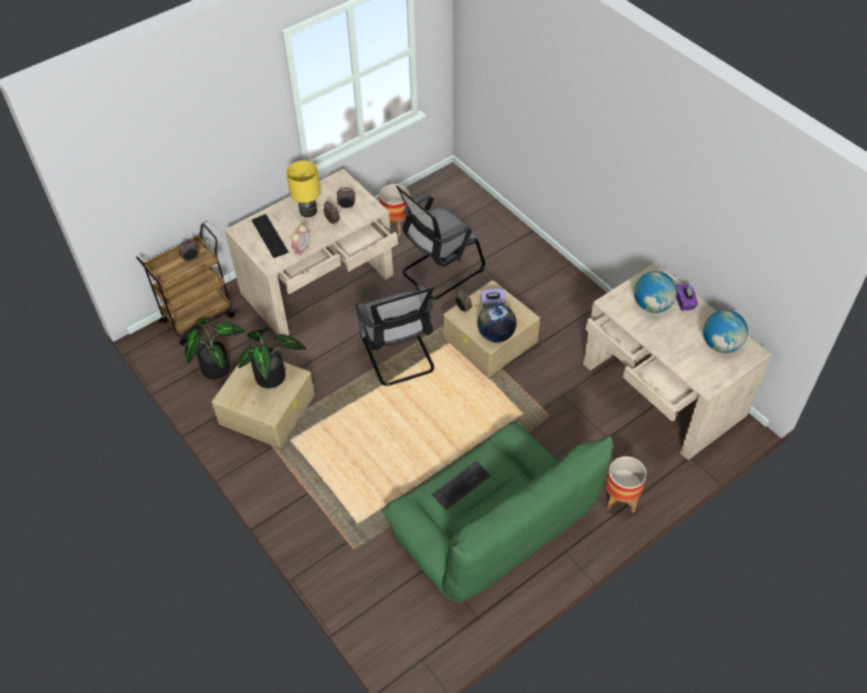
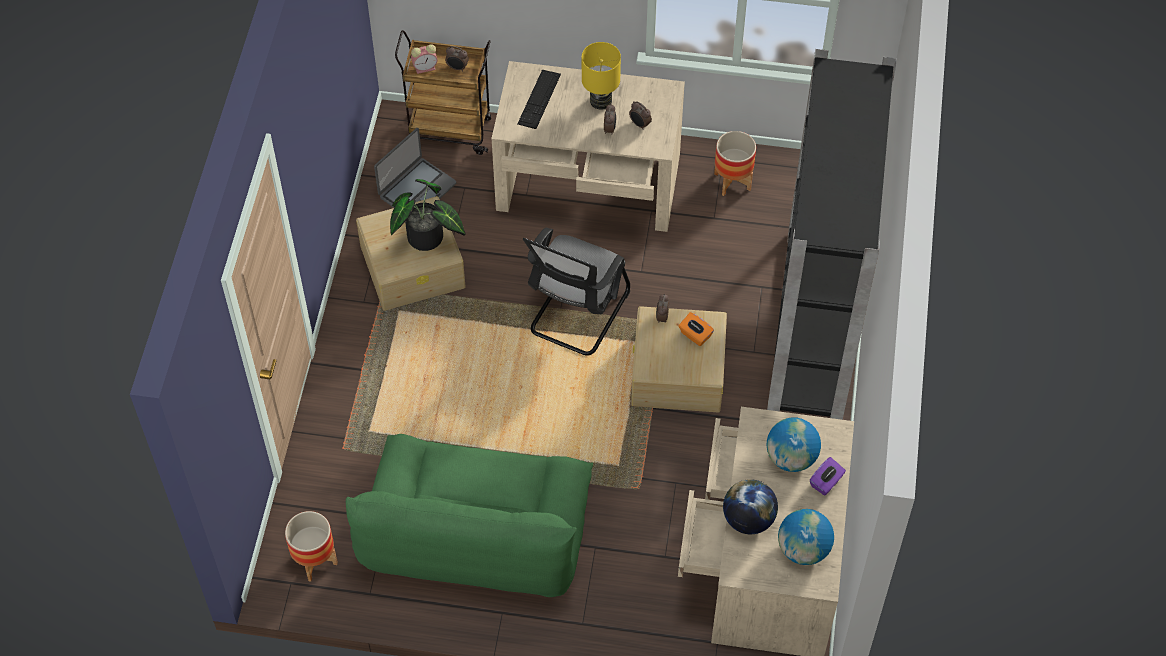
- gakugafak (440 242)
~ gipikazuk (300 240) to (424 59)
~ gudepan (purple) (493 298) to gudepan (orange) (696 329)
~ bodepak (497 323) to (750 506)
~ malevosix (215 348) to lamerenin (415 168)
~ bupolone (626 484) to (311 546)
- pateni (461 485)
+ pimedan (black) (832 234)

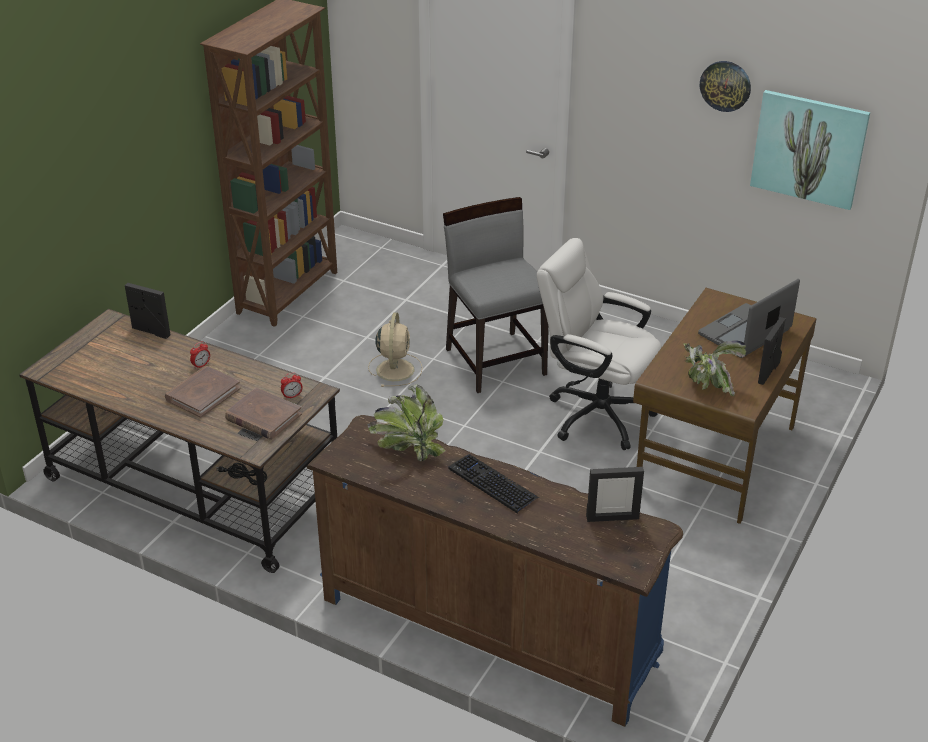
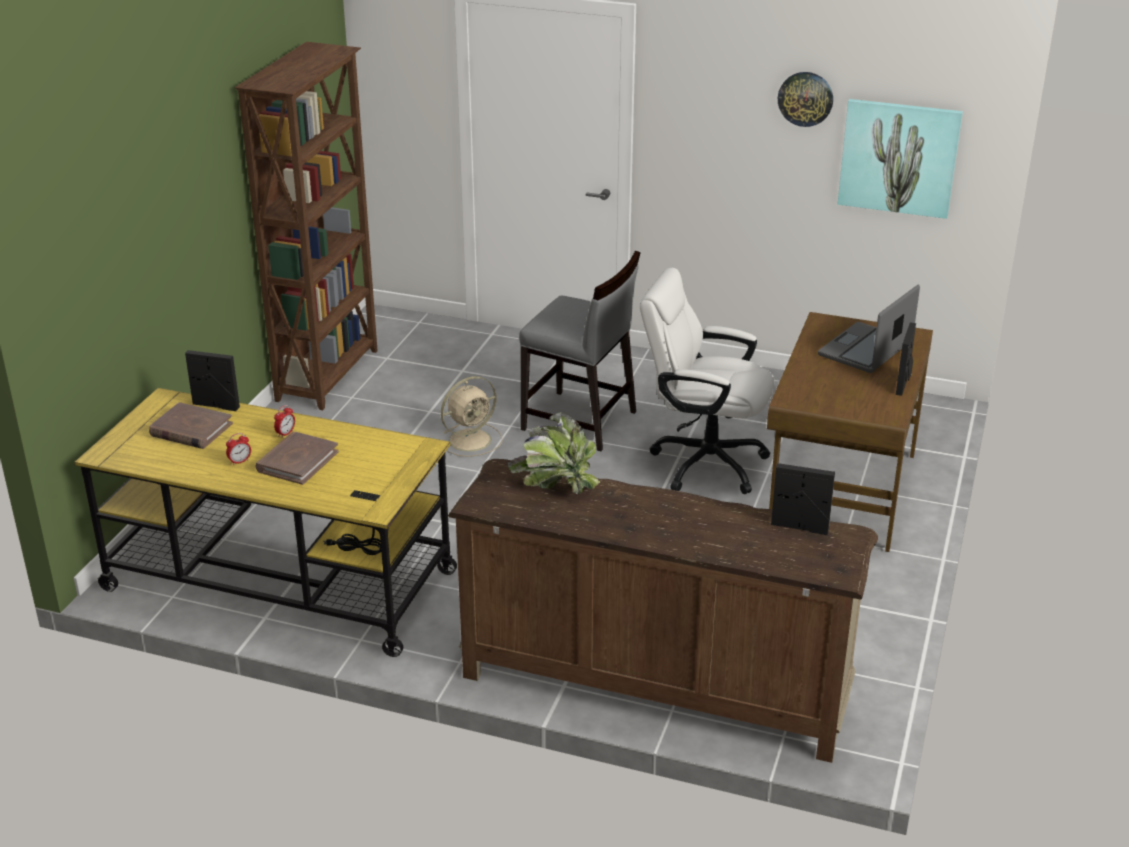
~ gakugafak (grey) (496 295) = (580 350) 150 degrees clockwise
~ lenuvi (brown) (179 441) to lenuvi (yellow) (265 522)
~ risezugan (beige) (395 349) = (472 416) 60 degrees clockwise
- malevosix (714 368)
~ gipikazuk (292 386) to (238 449)
~ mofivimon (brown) (263 414) to (191 425)
~ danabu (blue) (495 571) to danabu (beige) (663 611)
- pateni (494 484)
~ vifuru (615 494) = (803 499) 150 degrees counterclockwise

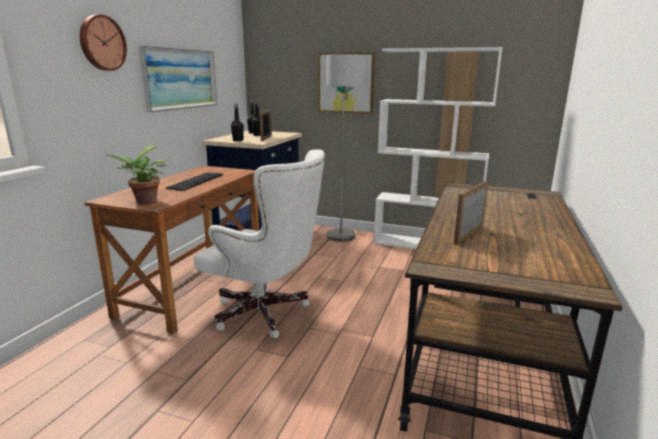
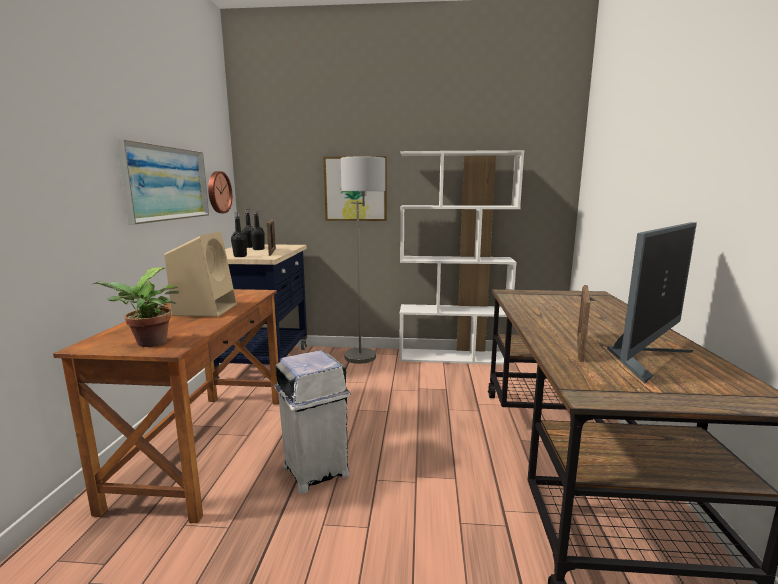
~ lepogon (103 42) to (220 192)
~ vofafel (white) (259 243) to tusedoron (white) (312 422)
~ pateni (194 181) to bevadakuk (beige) (200 274)
+ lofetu (652 303)

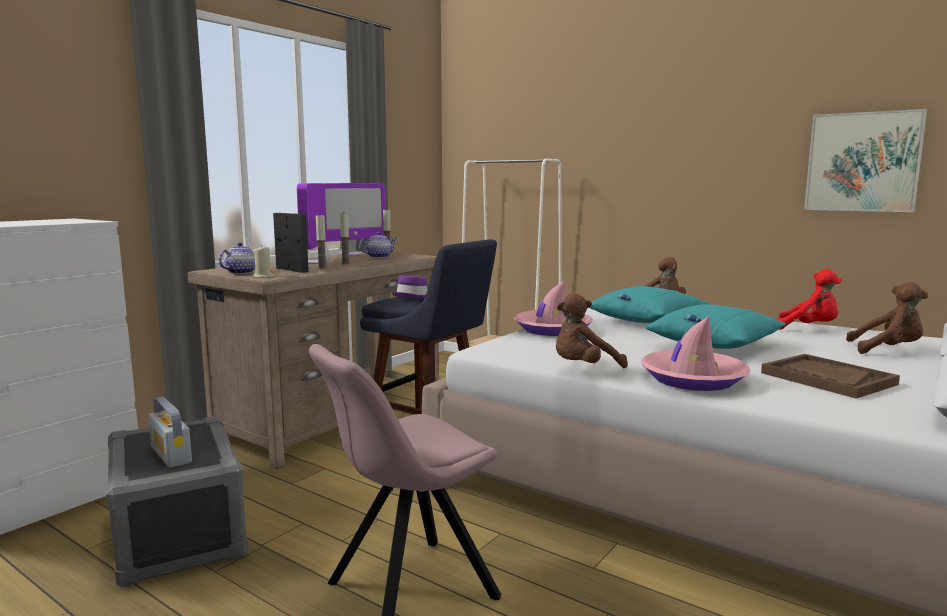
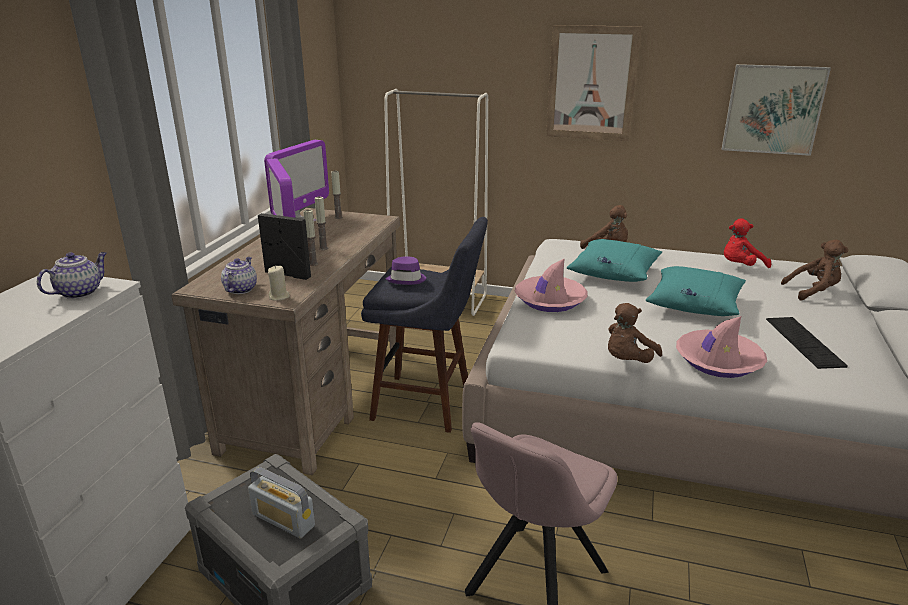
~ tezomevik (378 245) to (72 275)
~ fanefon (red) (809 299) = (747 243) 150 degrees clockwise
~ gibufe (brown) (830 376) to pateni (807 343)
+ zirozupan (593 83)

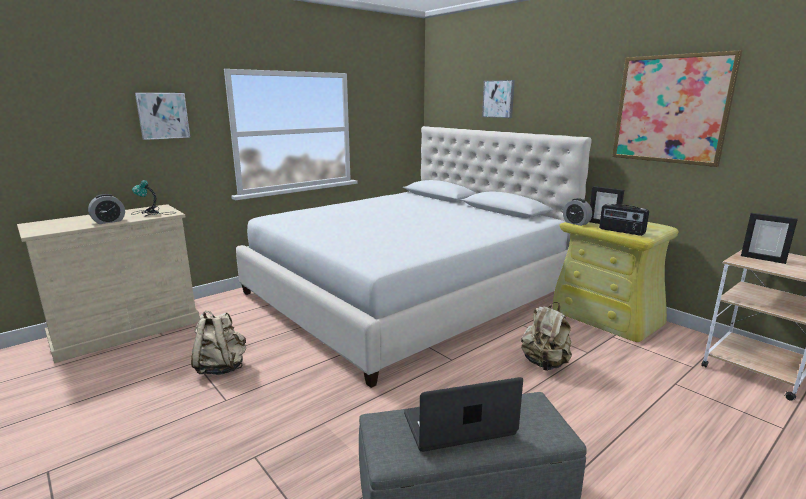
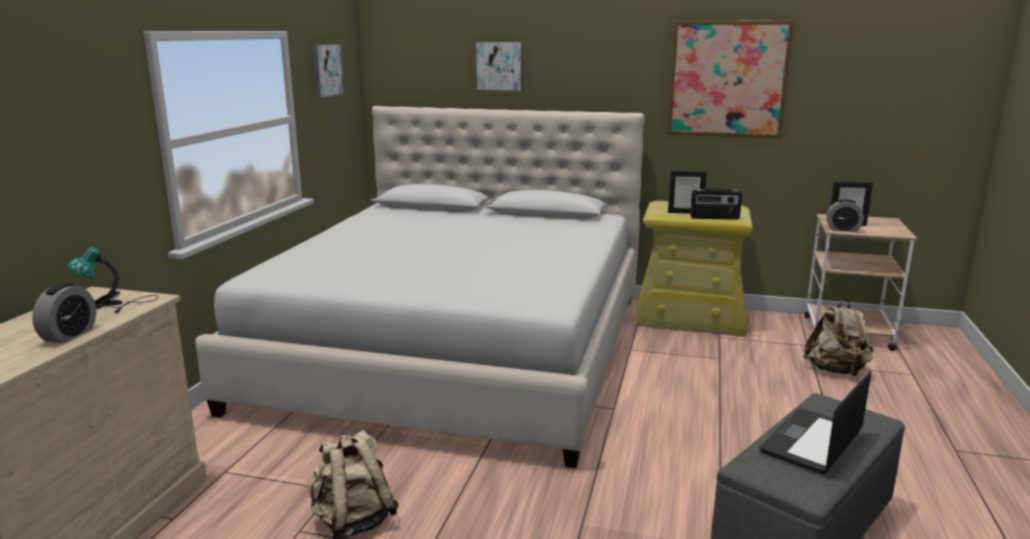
~ zirozupan (162 116) to (328 71)
~ gipikazuk (577 212) to (845 215)
~ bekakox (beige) (546 336) to (838 337)

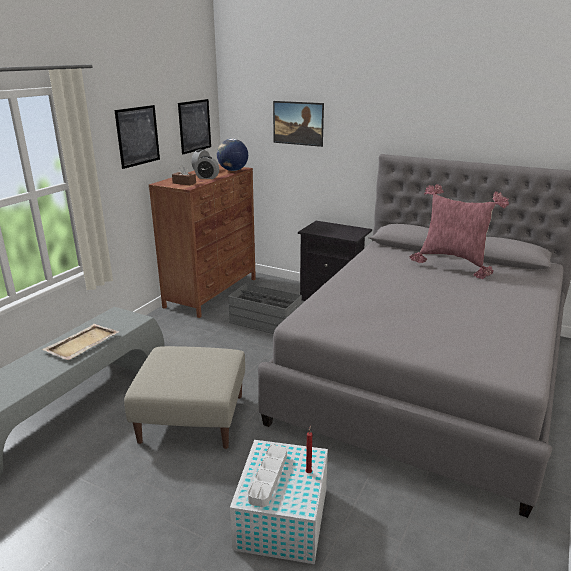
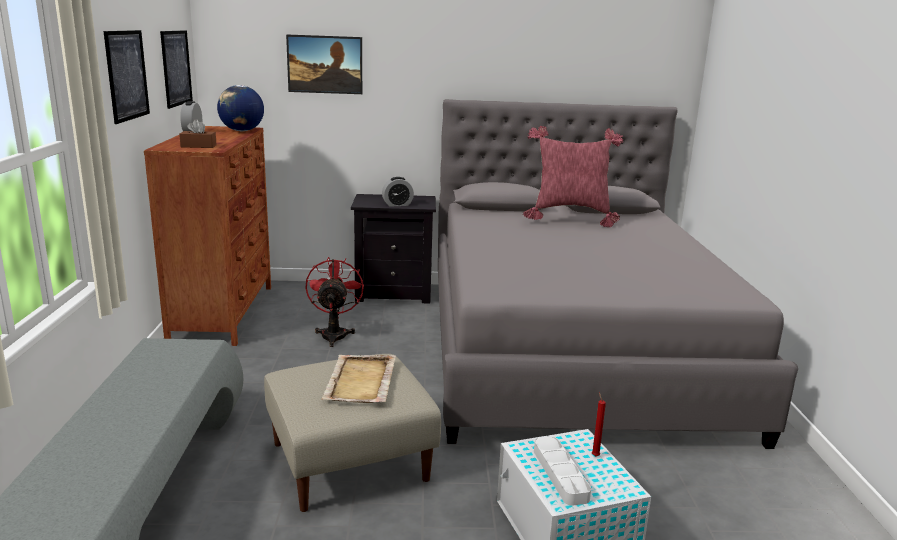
~ gipikazuk (206 167) to (398 192)
~ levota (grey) (265 308) to risezugan (red) (334 302)
~ gibufe (beige) (80 342) to (358 379)

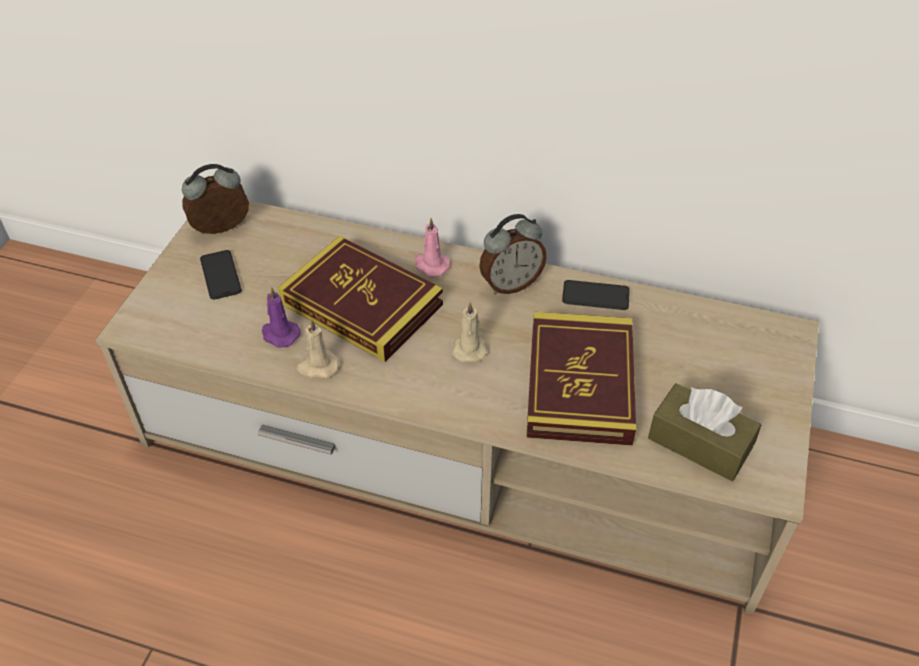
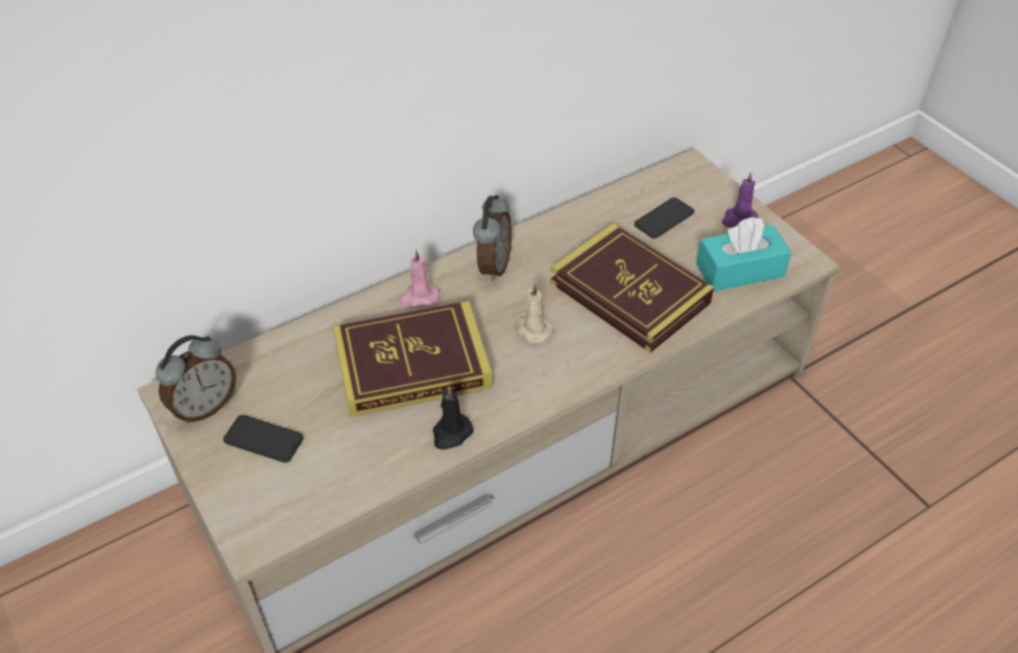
~ gipikazuk (215 199) = (196 379) 150 degrees counterclockwise
~ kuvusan (596 295) to (664 218)
~ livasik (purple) (281 317) to (740 200)
~ livasik (beige) (317 348) to livasik (black) (453 418)
~ gudepan (brown) (704 432) to gudepan (turquoise) (744 254)

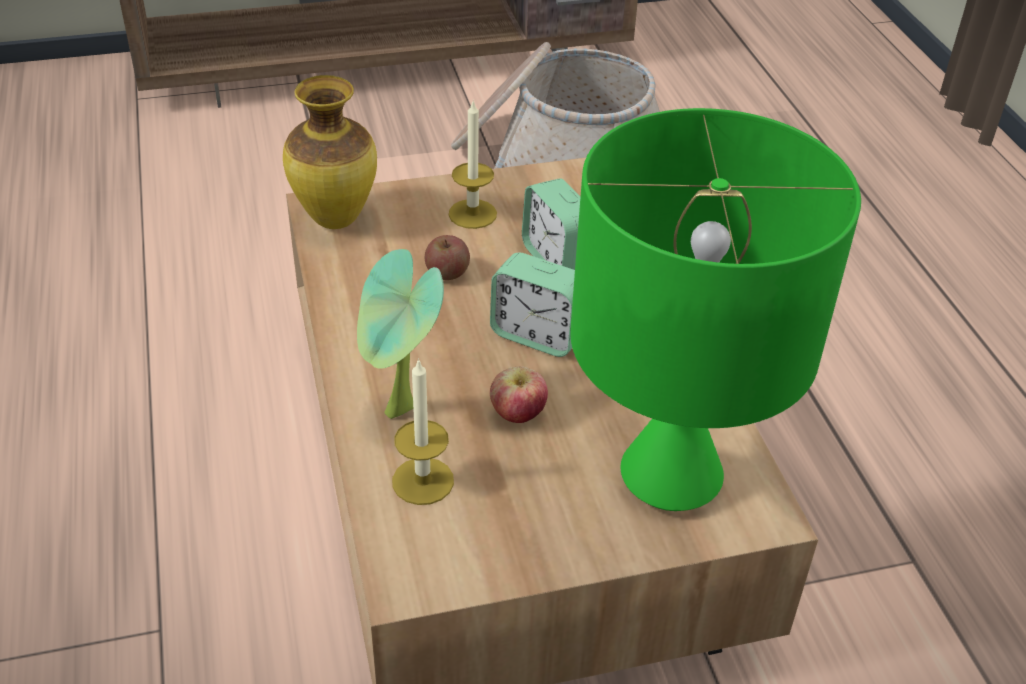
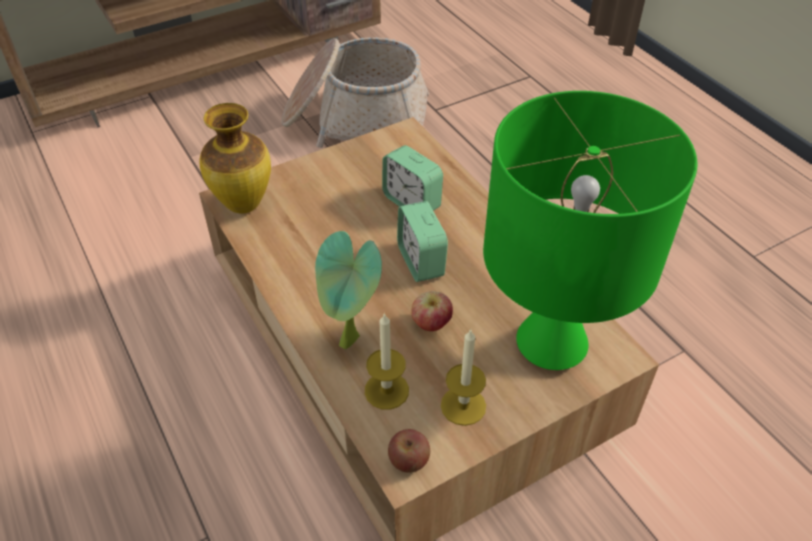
~ livasik (473 164) to (463 377)
~ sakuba (447 257) to (409 451)
~ gipikazuk (532 304) = (422 241) 60 degrees clockwise

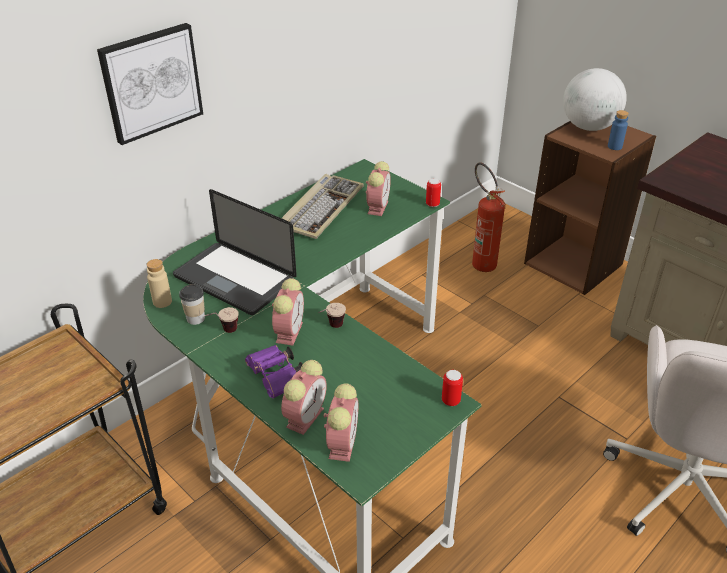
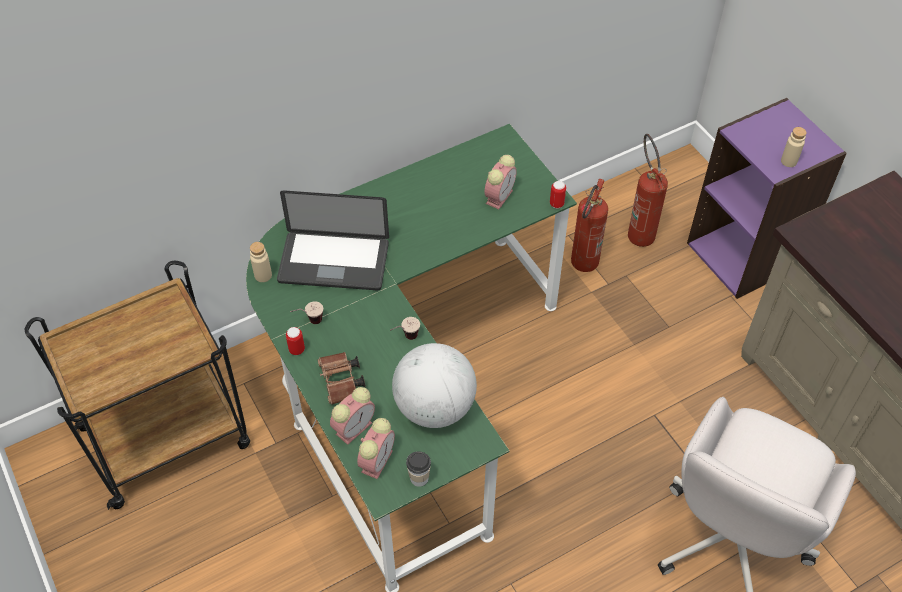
- zirozupan (150 84)
~ bodepak (595 99) to (434 385)
~ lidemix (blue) (618 130) to lidemix (beige) (794 147)
~ pimedan (brown) (590 208) to pimedan (purple) (767 198)
- pateni (323 206)
~ lamerenin (235 252) = (333 240) 45 degrees counterclockwise
- gipikazuk (288 311)
~ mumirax (192 304) to (418 469)
~ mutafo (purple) (274 371) to mutafo (brown) (341 378)
~ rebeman (452 388) to (295 341)
+ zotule (589 225)

